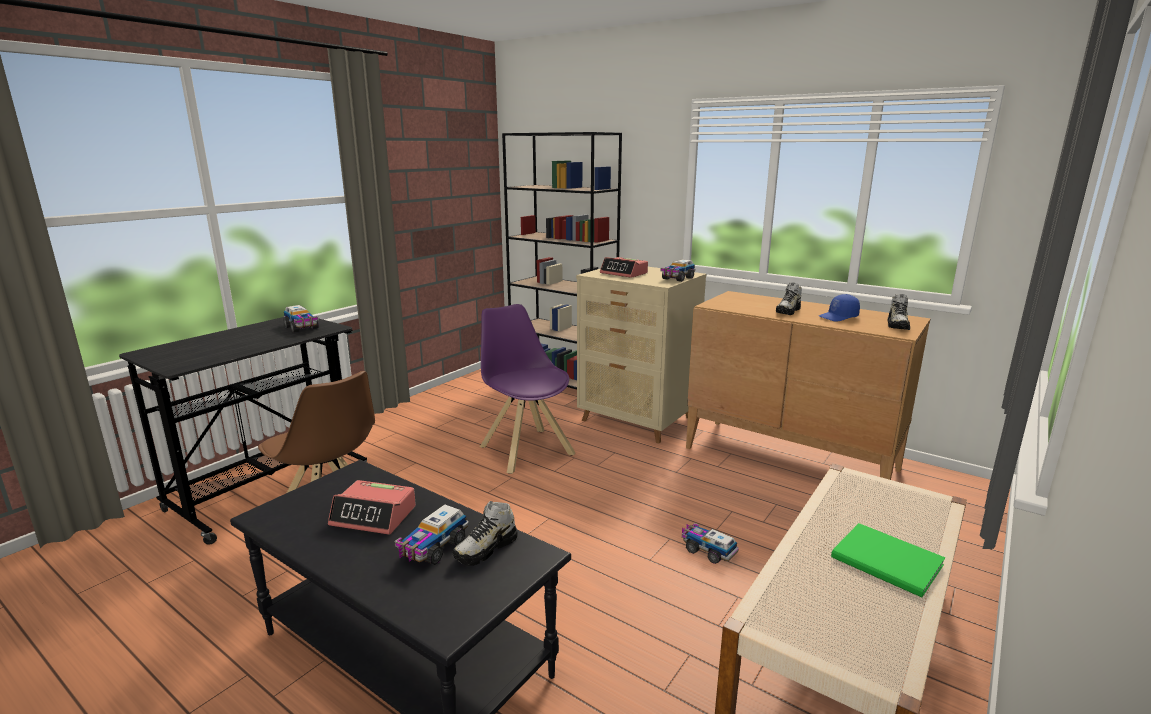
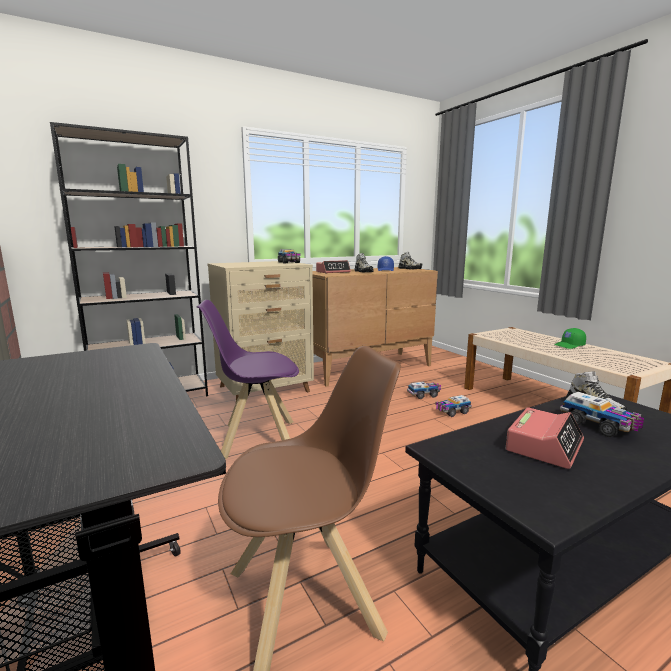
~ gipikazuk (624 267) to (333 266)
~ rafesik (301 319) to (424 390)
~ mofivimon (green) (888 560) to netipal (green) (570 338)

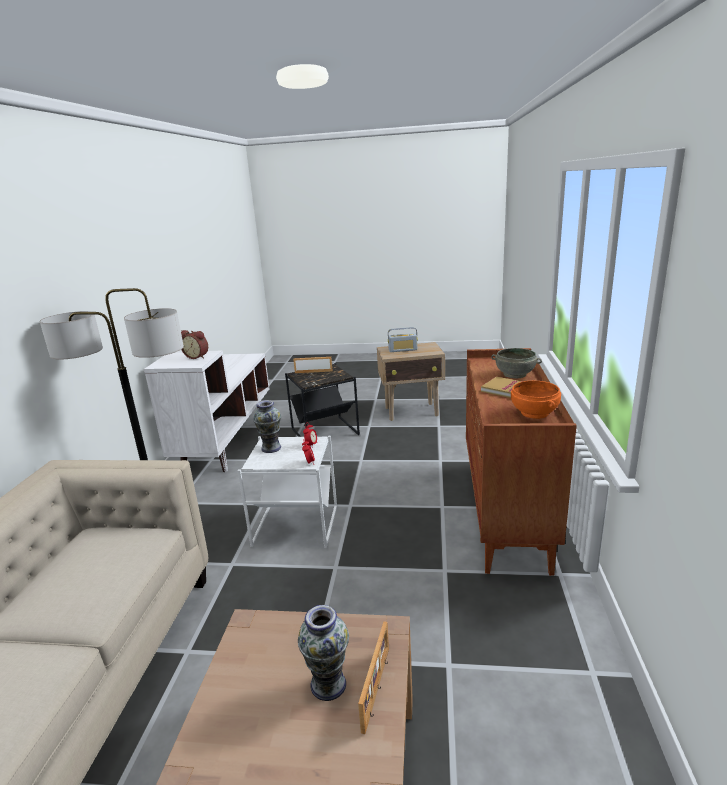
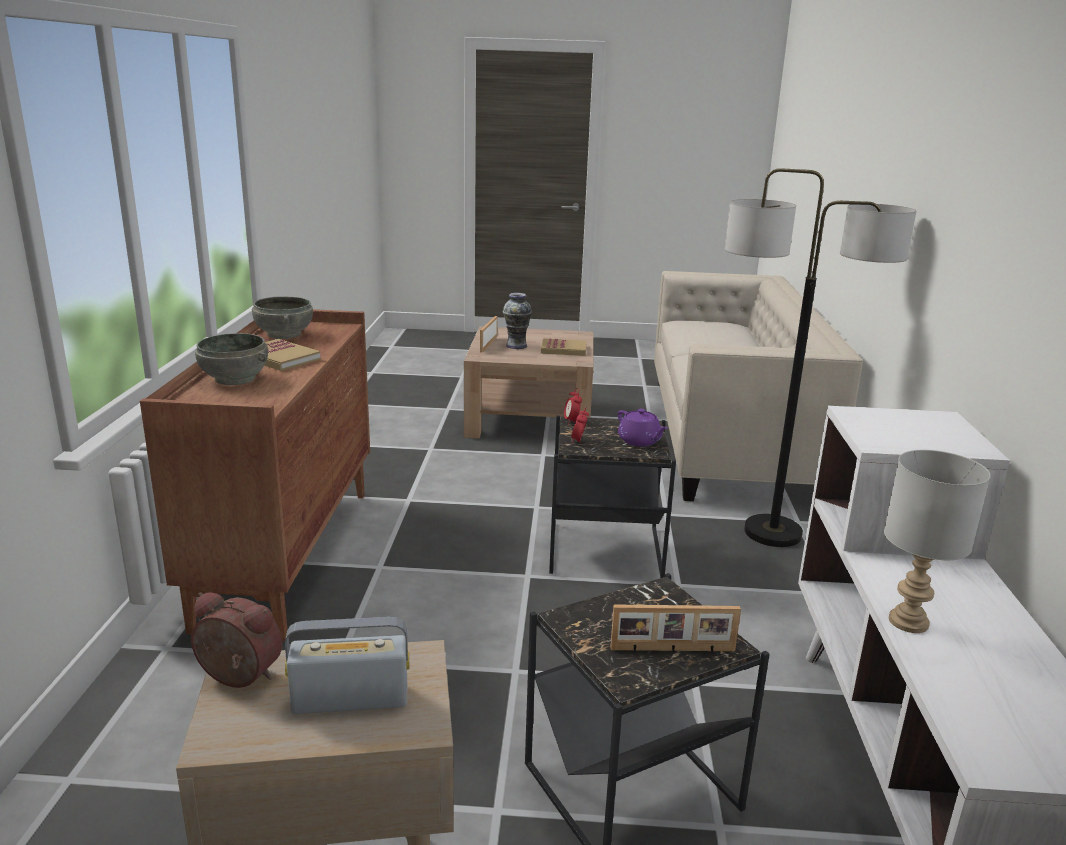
~ gipikazuk (194 344) to (236 640)
~ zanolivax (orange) (536 400) to zanolivax (grey) (282 317)
~ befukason (267 426) to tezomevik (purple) (642 428)
~ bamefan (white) (287 492) to bamefan (black) (612 496)
+ mofivimon (564 347)
+ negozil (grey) (937 541)

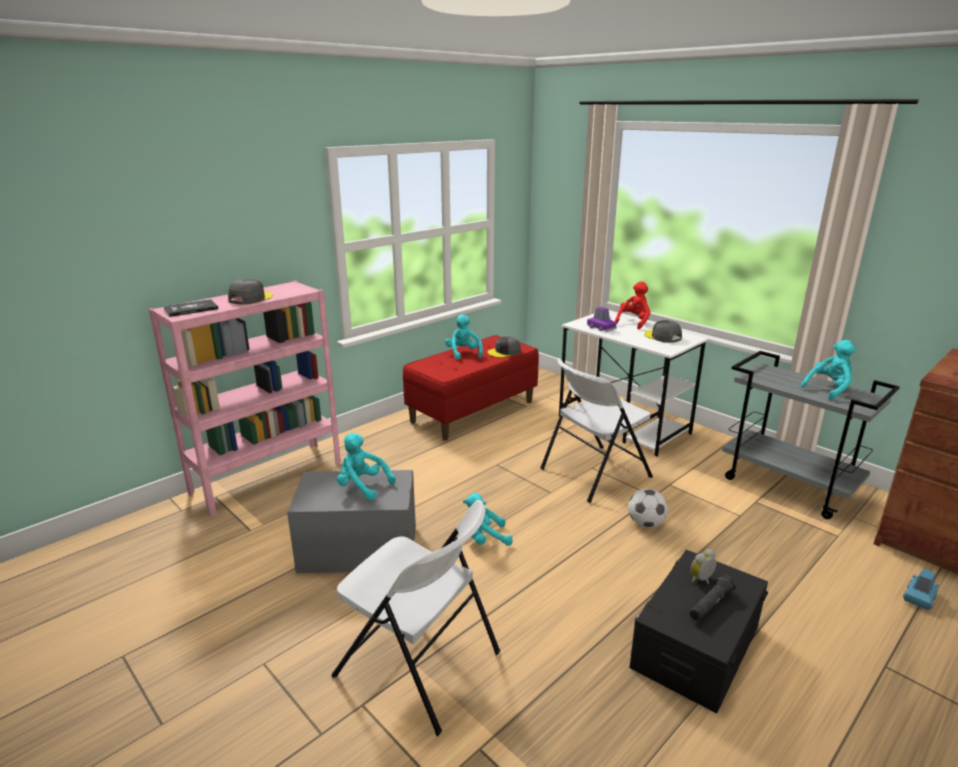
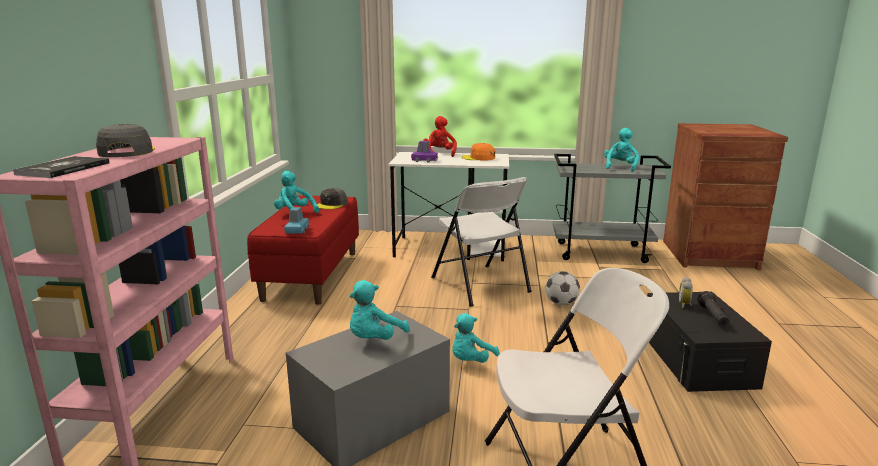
~ netipal (grey) (663 331) to netipal (orange) (478 152)
~ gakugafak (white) (596 430) = (481 242) 45 degrees counterclockwise
~ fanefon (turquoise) (366 466) = (380 310) 45 degrees counterclockwise
~ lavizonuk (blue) (921 589) to (297 220)

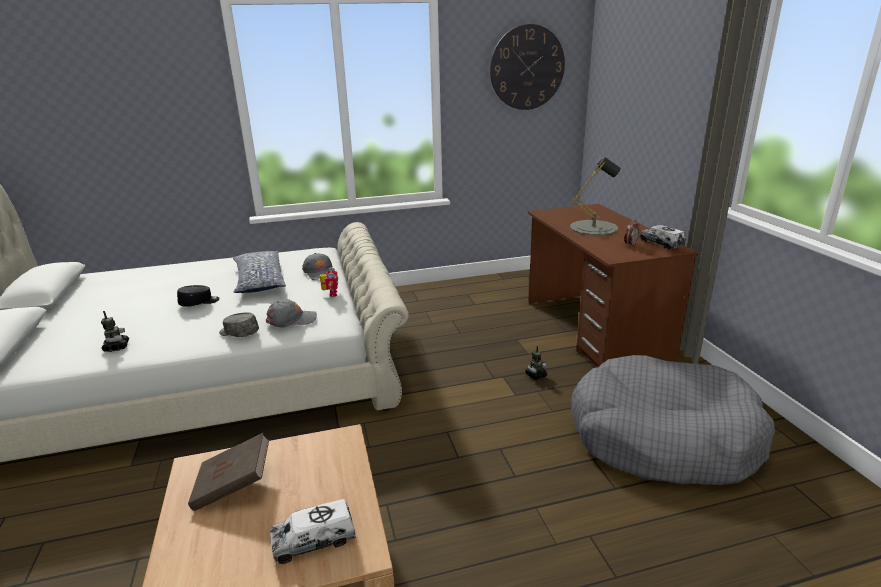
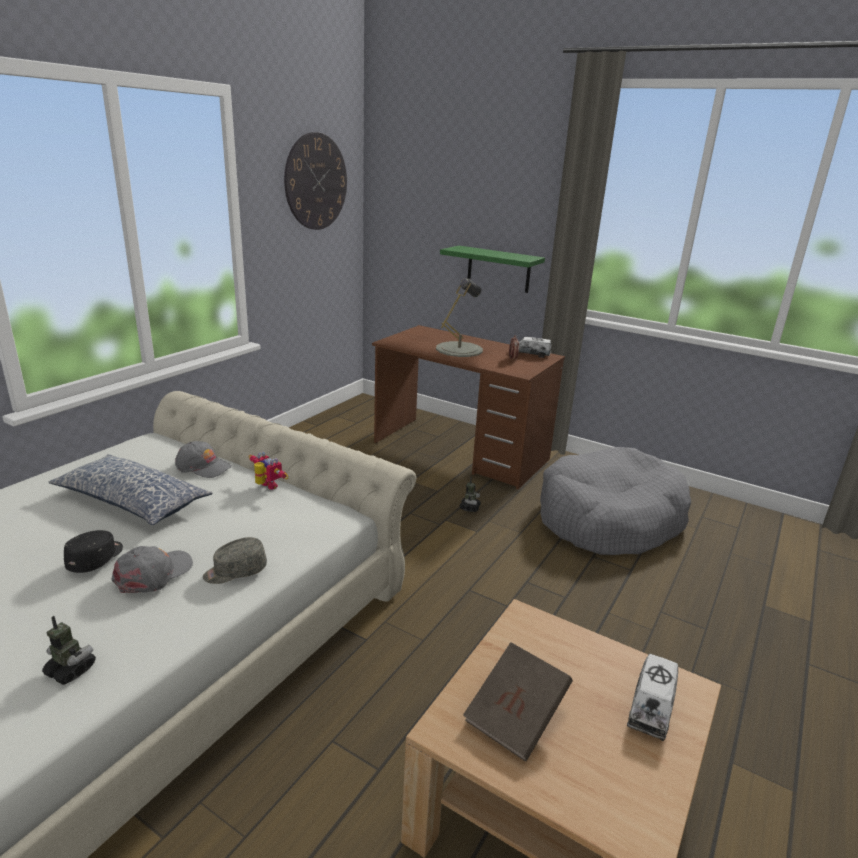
~ netipal (grey) (291 313) to (152 569)
+ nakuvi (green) (492 269)

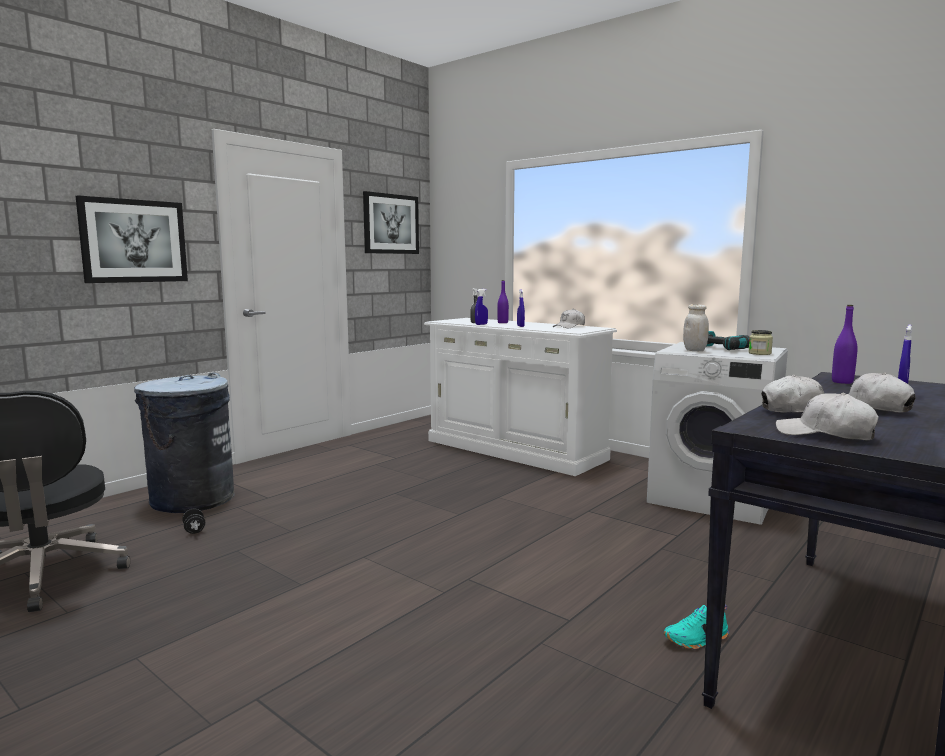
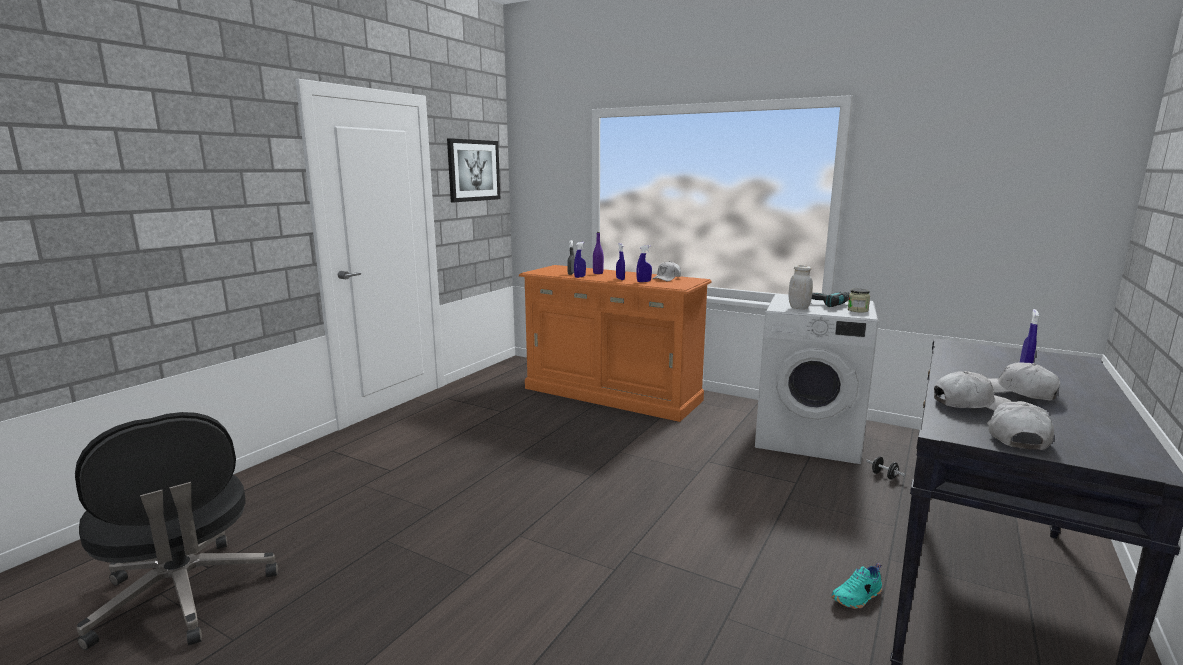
- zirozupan (132 239)
- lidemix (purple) (844 344)
~ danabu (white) (520 397) to danabu (orange) (615 343)
- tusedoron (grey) (184 443)
~ netipal (white) (827 416) = (1020 425) 90 degrees clockwise
~ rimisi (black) (194 521) to (886 468)
+ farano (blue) (644 263)

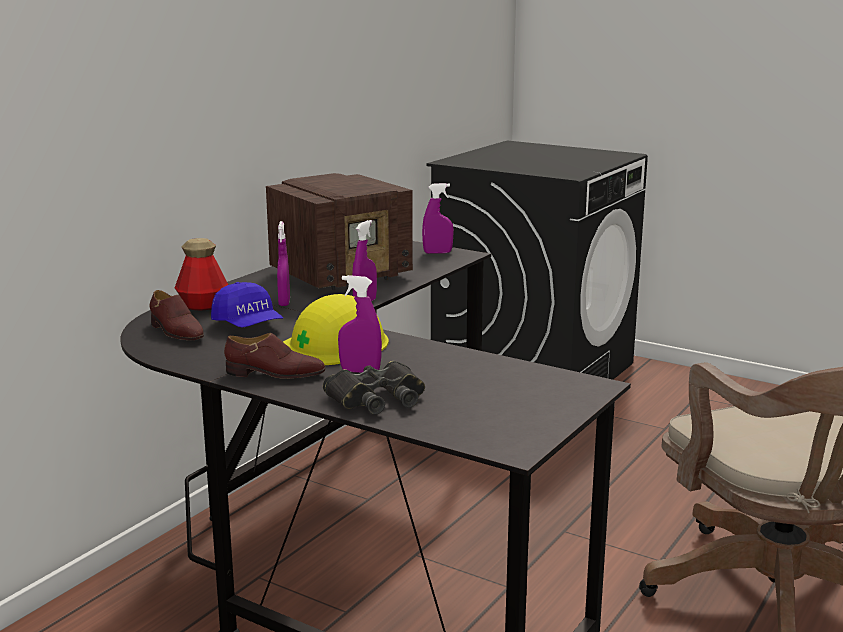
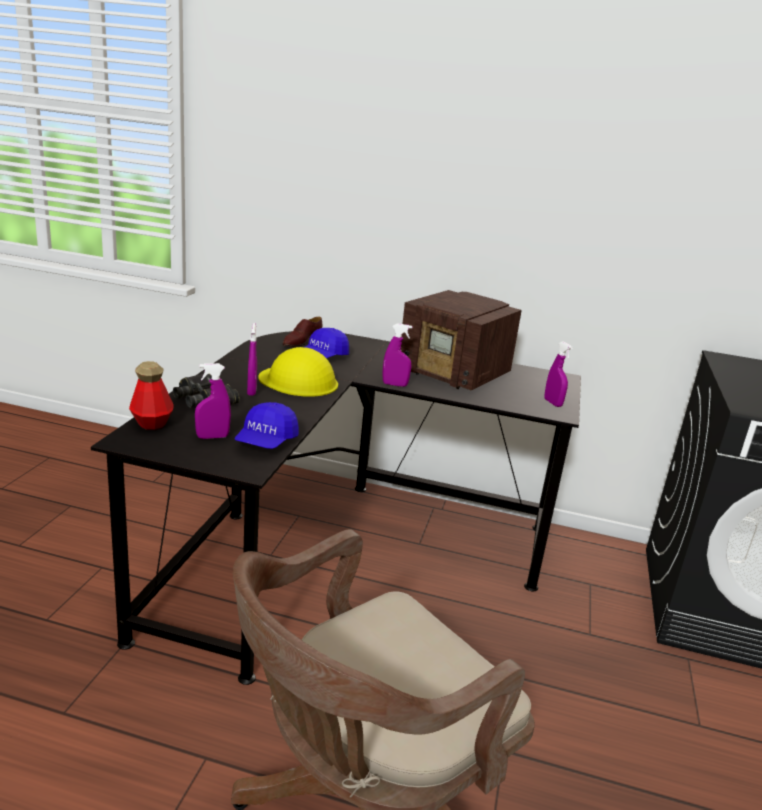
~ farano (purple) (283 263) to (213 401)
~ lidemix (201 274) to (151 395)
- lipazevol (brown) (275 356)
+ netipal (blue) (267 425)

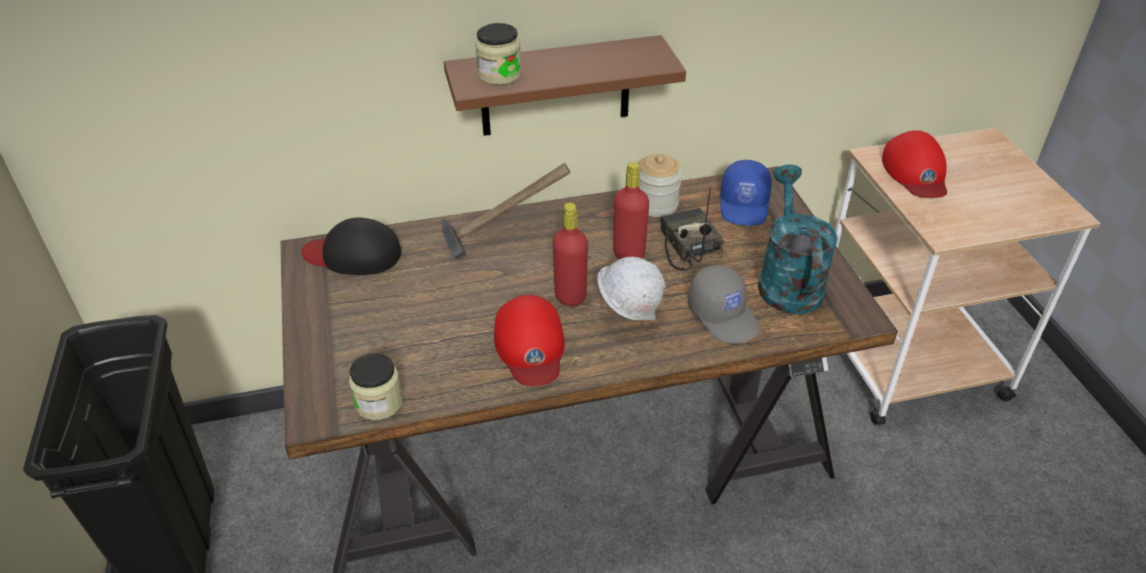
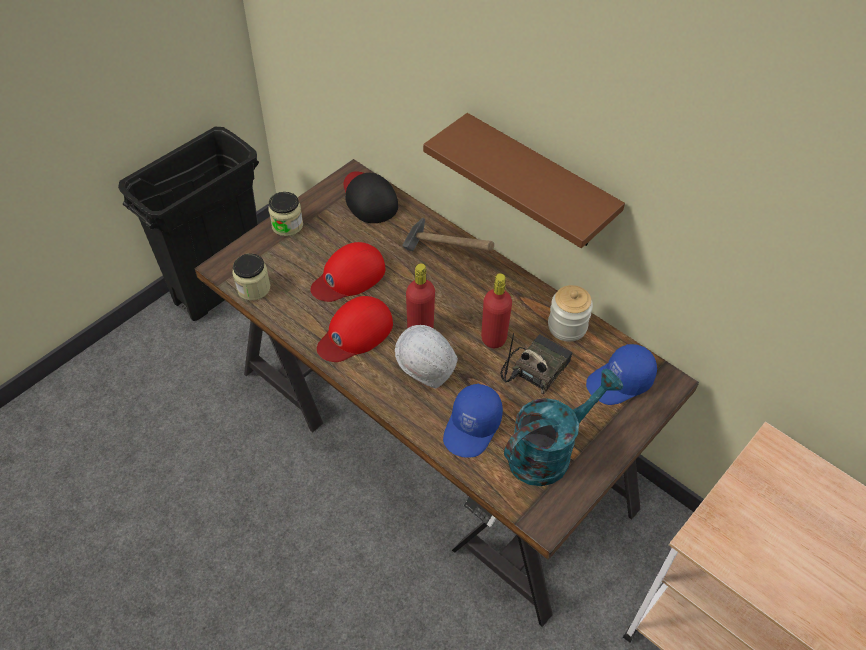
~ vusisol (498 54) to (285 214)
~ netipal (red) (914 164) to (347 272)
~ netipal (grey) (724 304) to netipal (blue) (473 420)

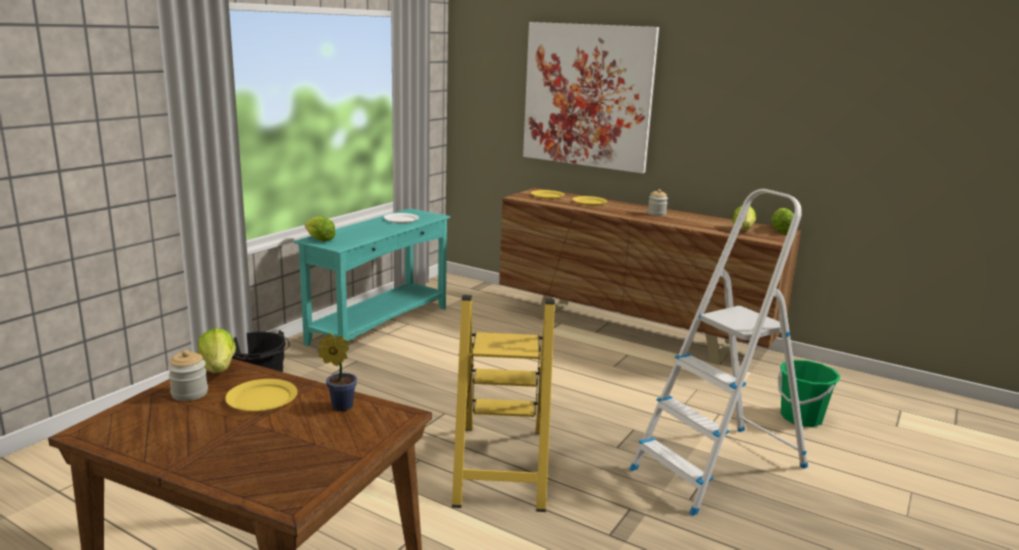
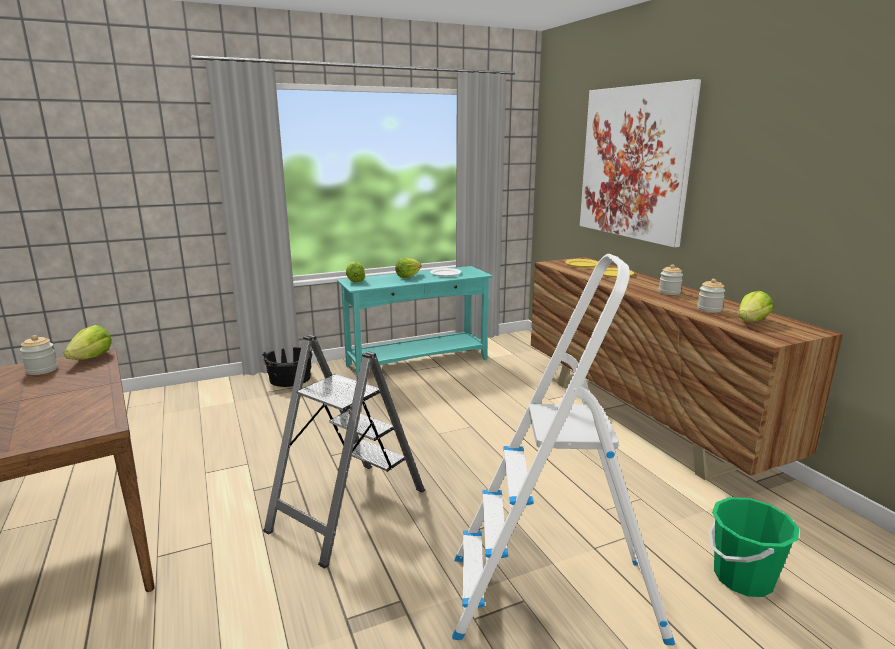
~ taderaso (782 220) to (408 268)
~ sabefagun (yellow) (503 403) to sabefagun (grey) (344 452)
- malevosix (337 372)
- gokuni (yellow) (261 395)
+ vusisol (711 296)

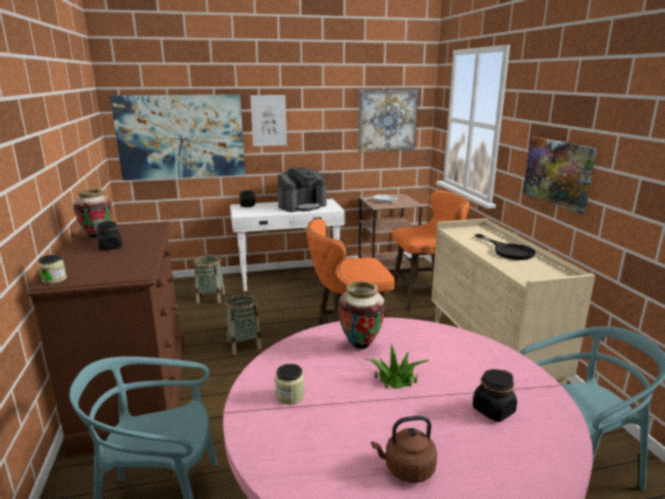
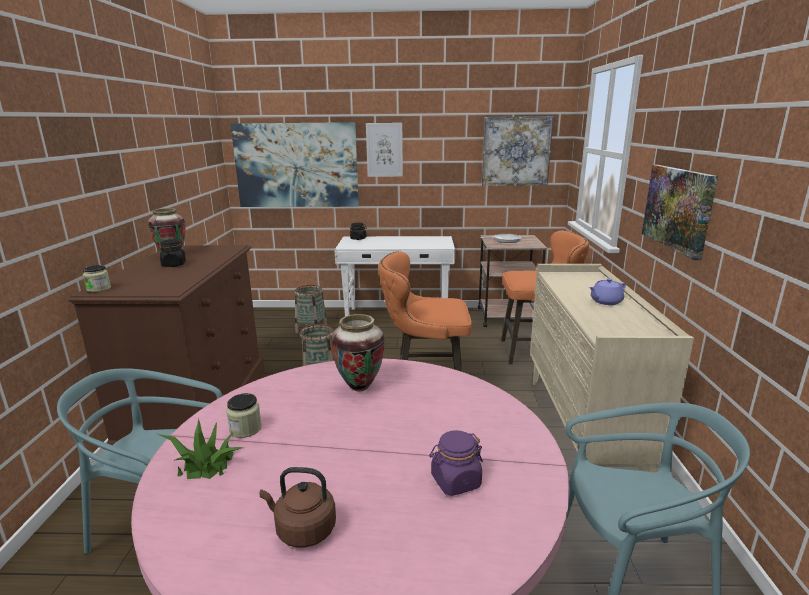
- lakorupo (302 189)
~ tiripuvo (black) (505 247) to tezomevik (purple) (607 291)
~ malevosix (396 366) to (199 448)
~ vusisol (black) (495 395) to vusisol (purple) (456 463)

